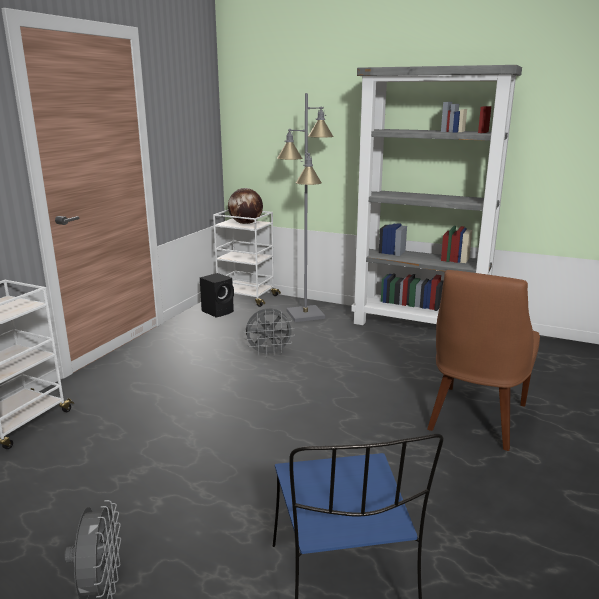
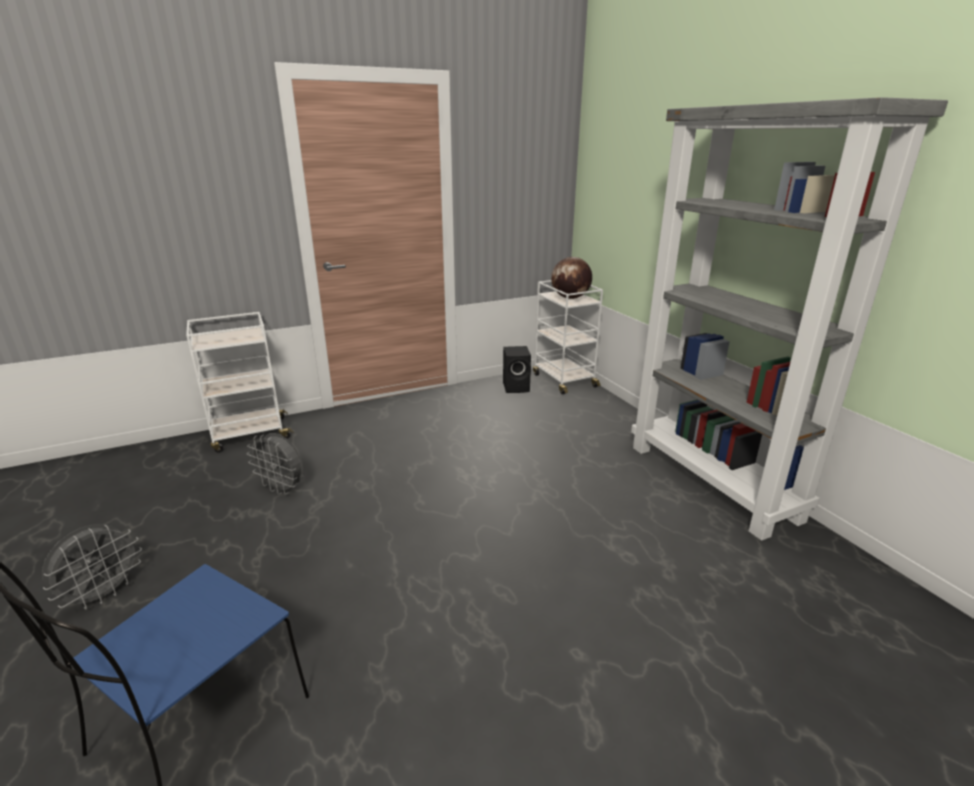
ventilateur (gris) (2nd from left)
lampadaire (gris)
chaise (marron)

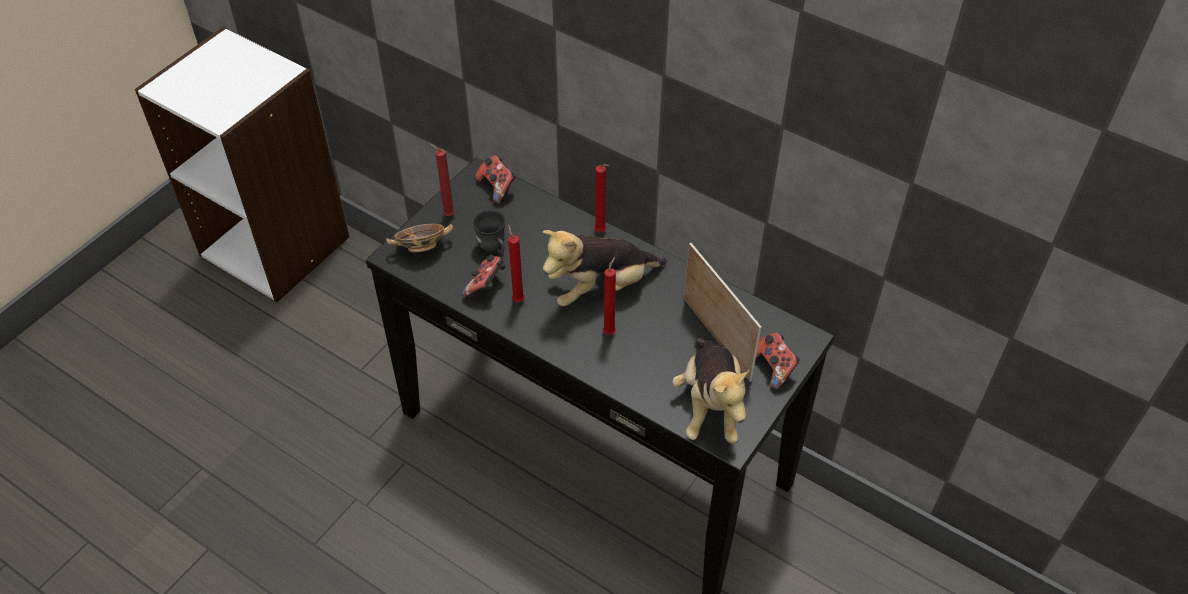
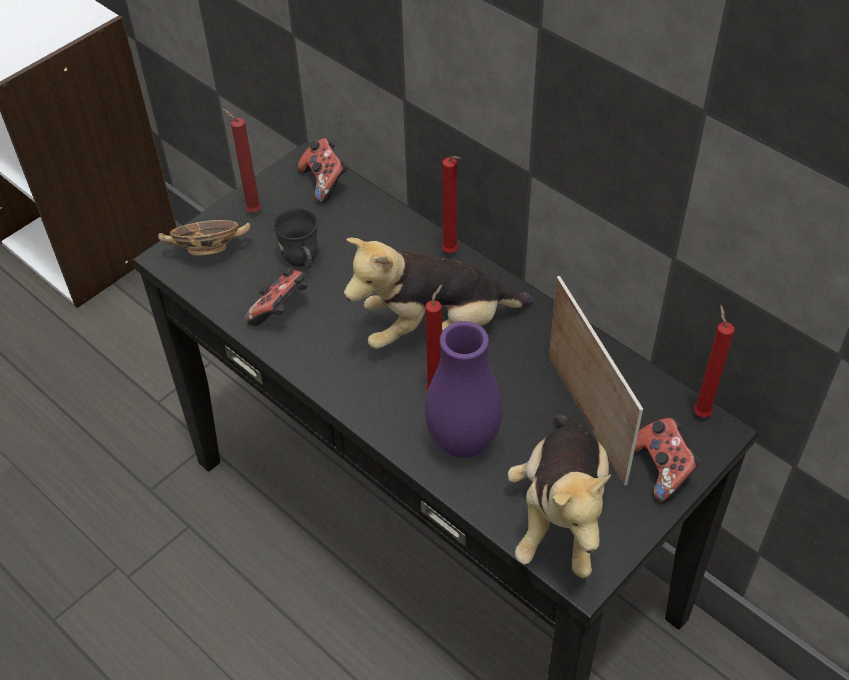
vase (violet)
bougie (rouge) (4th from left)

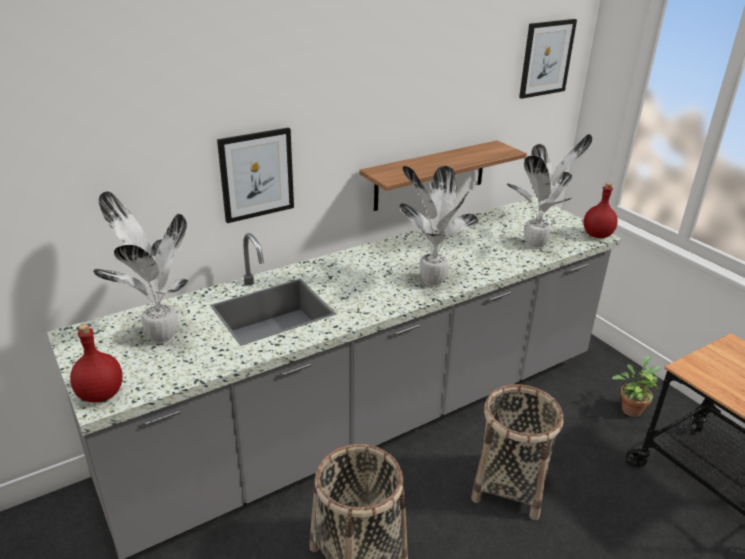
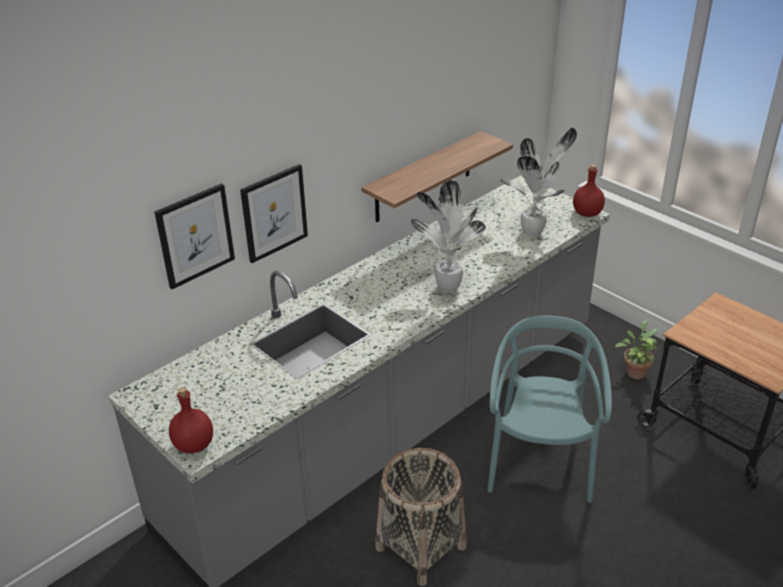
tableau (1st from left)
chaise (turquoise)
plante en pot (1st from left in the first image)

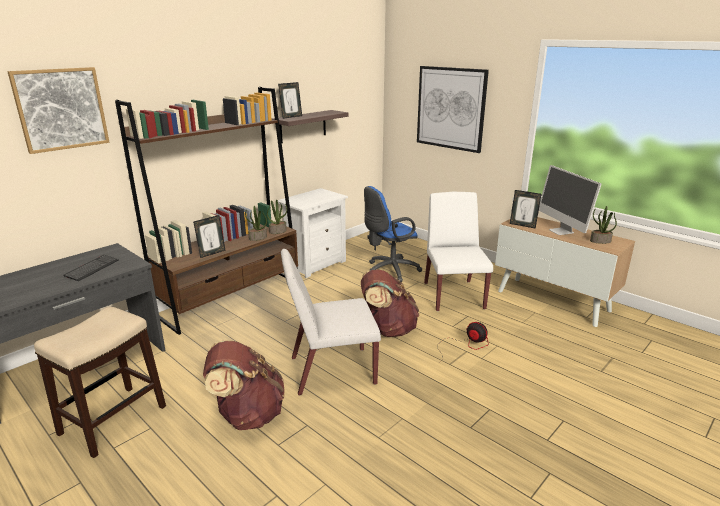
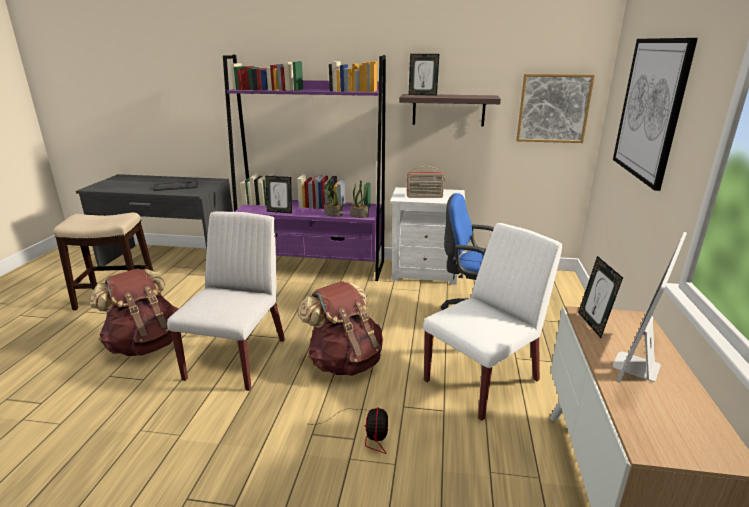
chaise (blanc) (1st from left)
bibliothèque (violet)
radio
tableau (1st from left)
plante en pot (3rd from left in the first image)

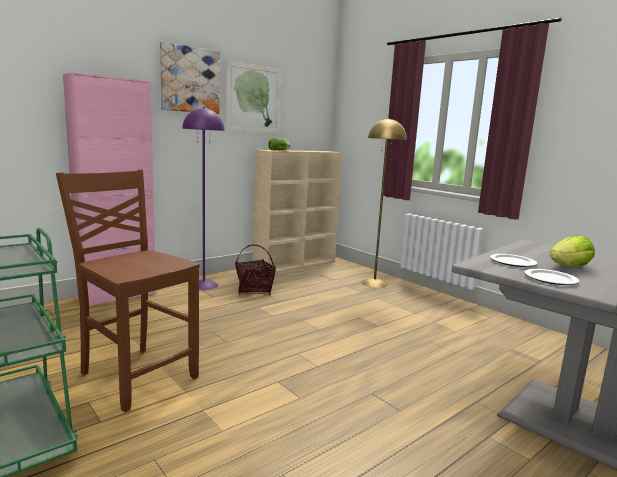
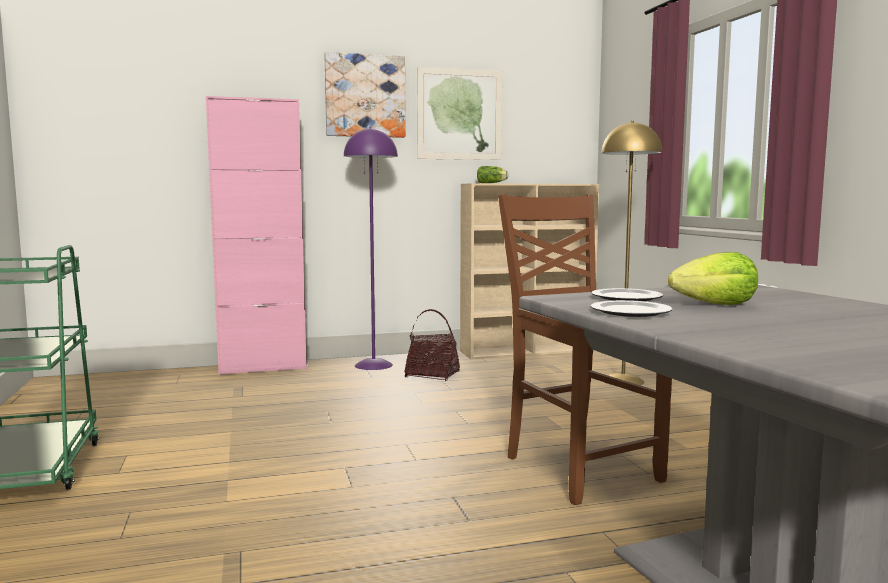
chaise (marron)

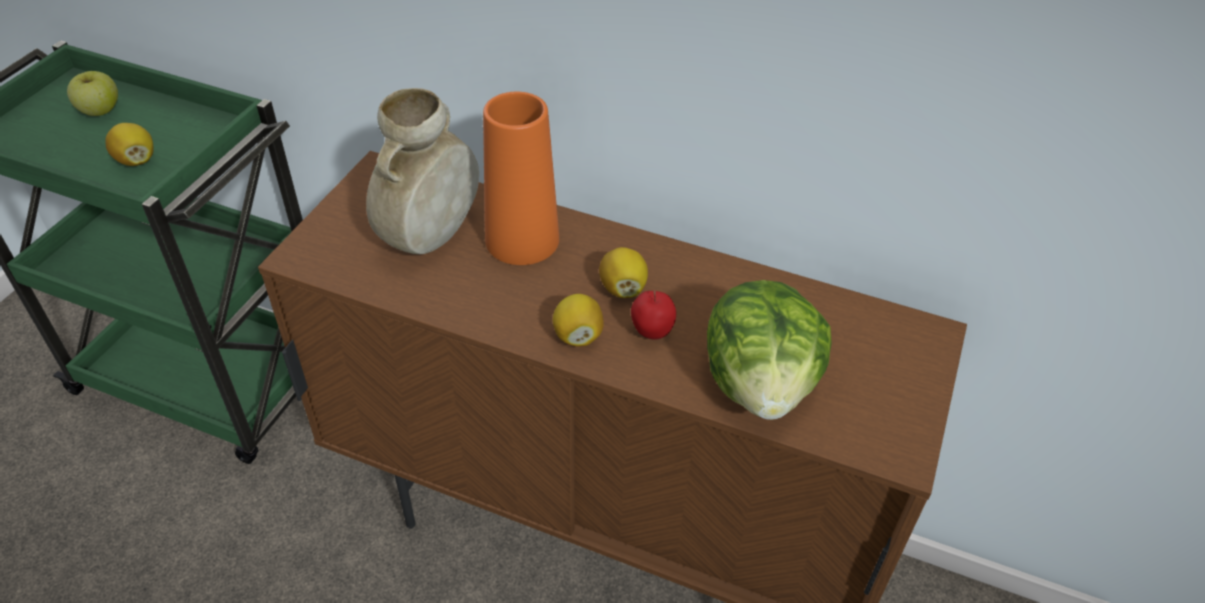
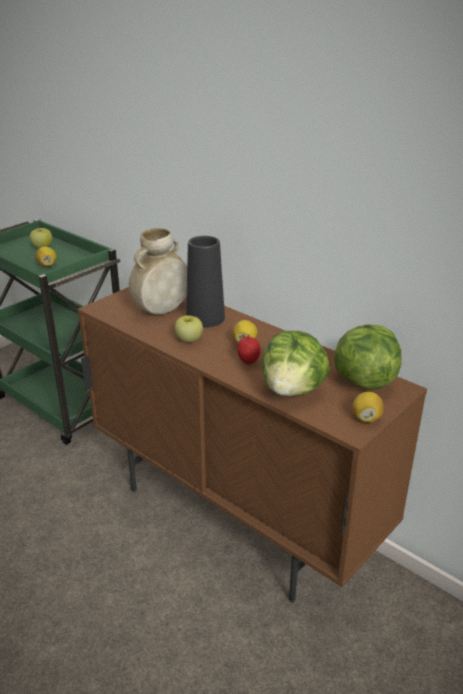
pomme (2nd from left)
vase (noir)
laitue (2nd from left)
citron (3rd from left)

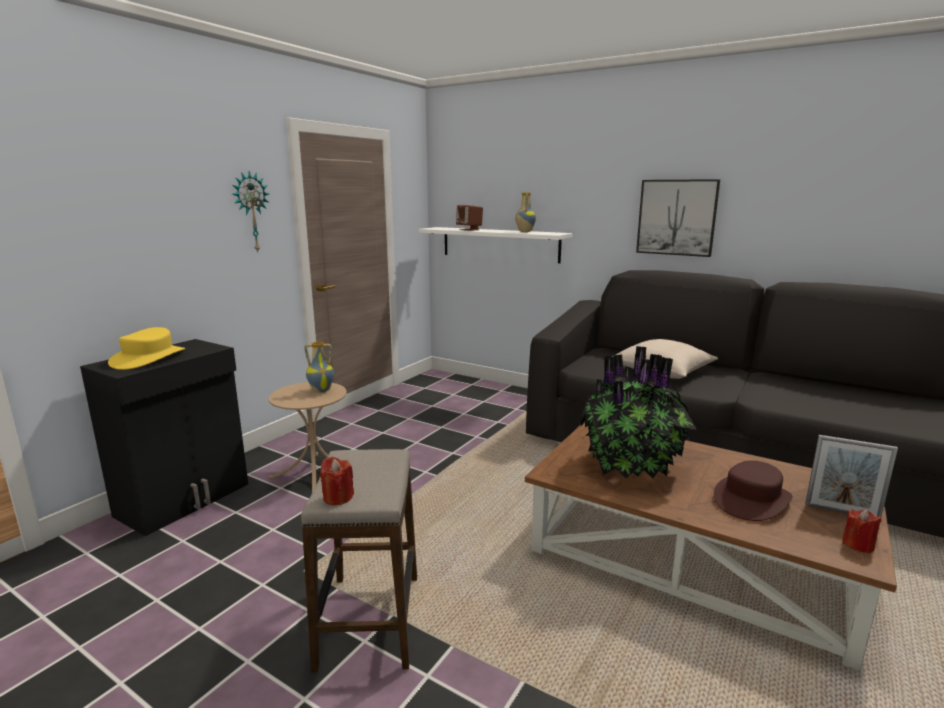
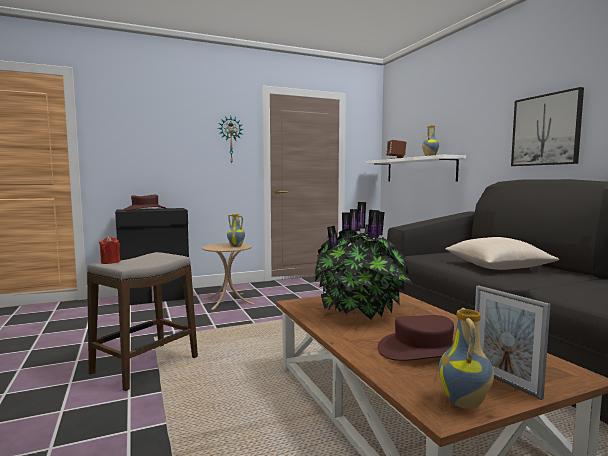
chapeau (marron) (1st from left)
vase (3rd from left)

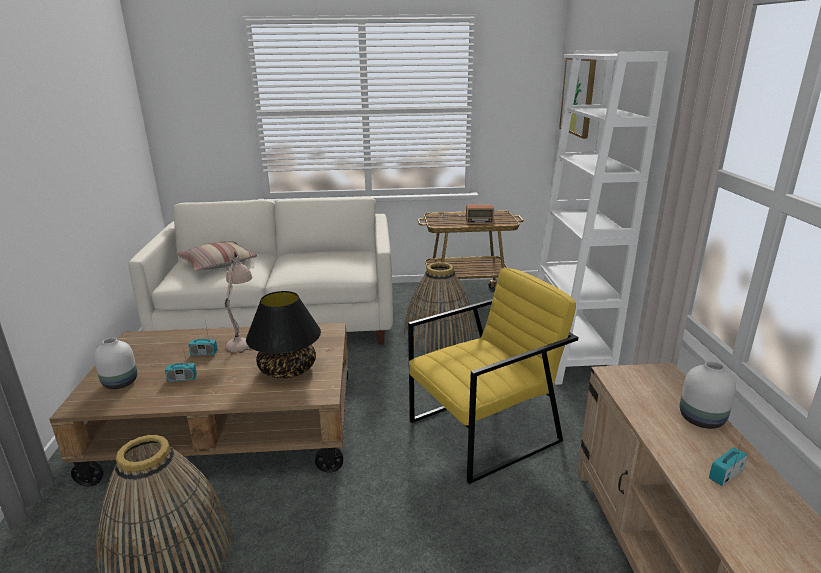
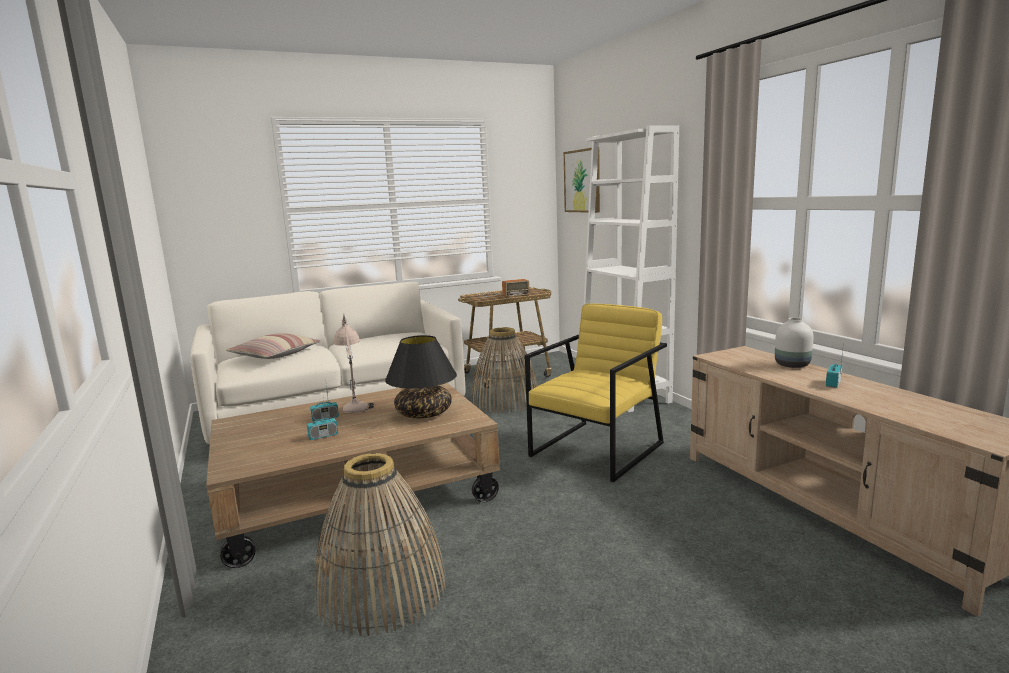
vase (blanc) (1st from left in the first image)

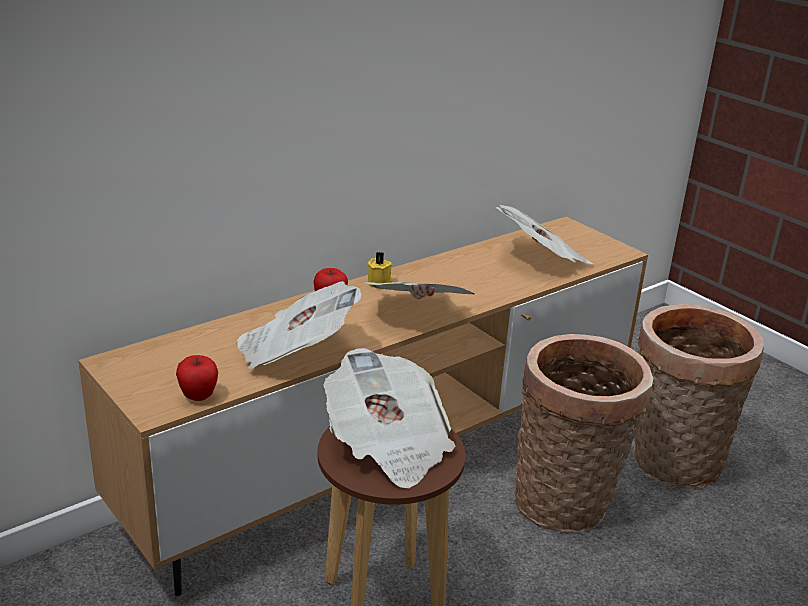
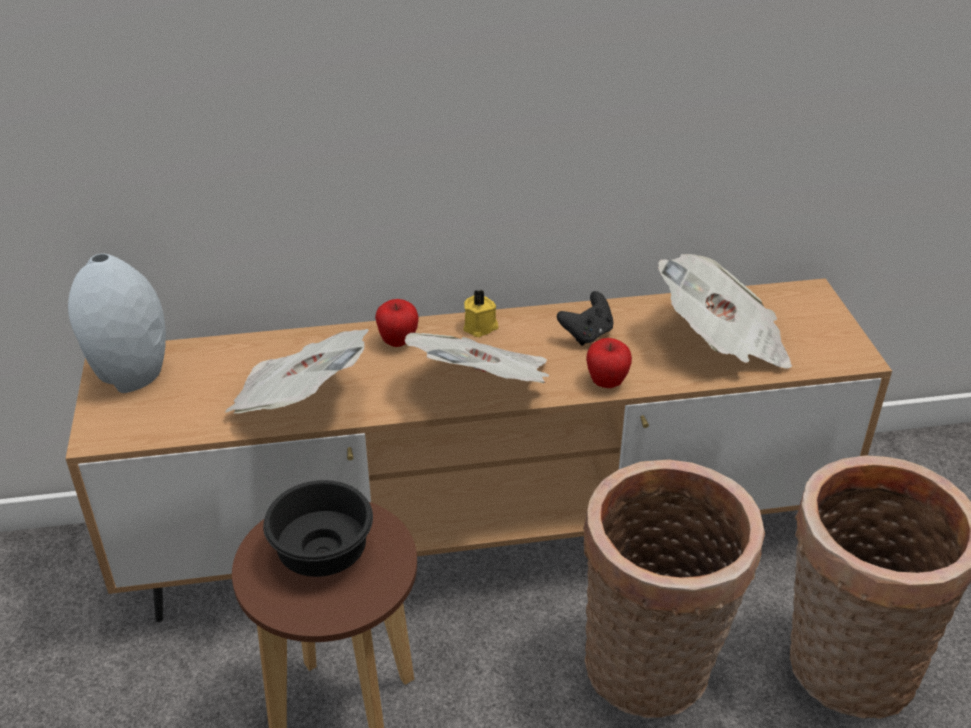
vase (gris)
bol (noir)
manette (noir)
pomme (2nd from left)

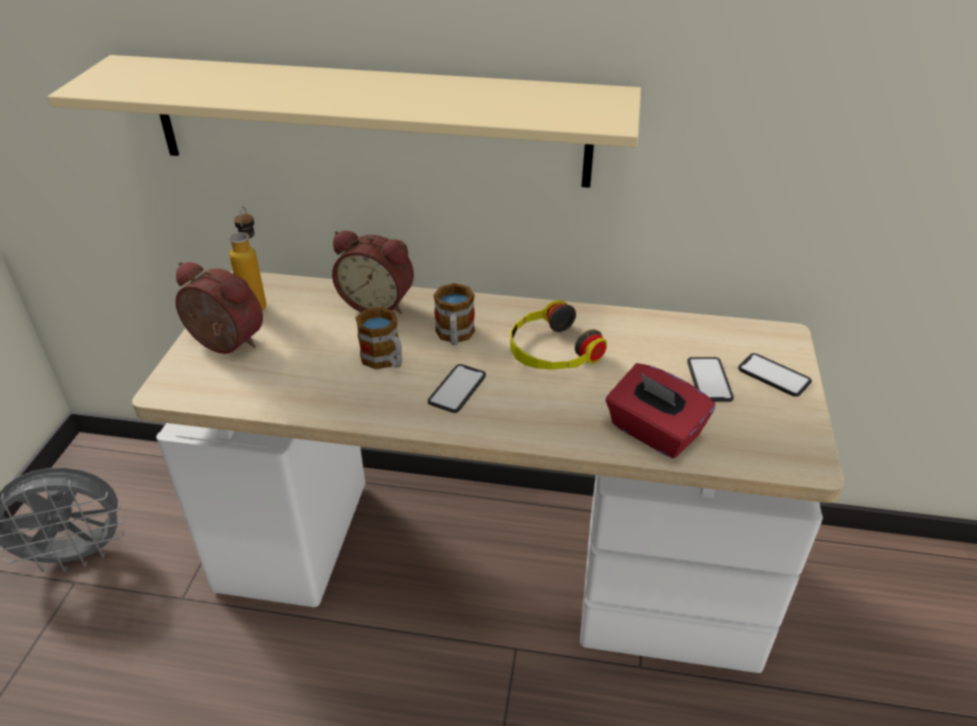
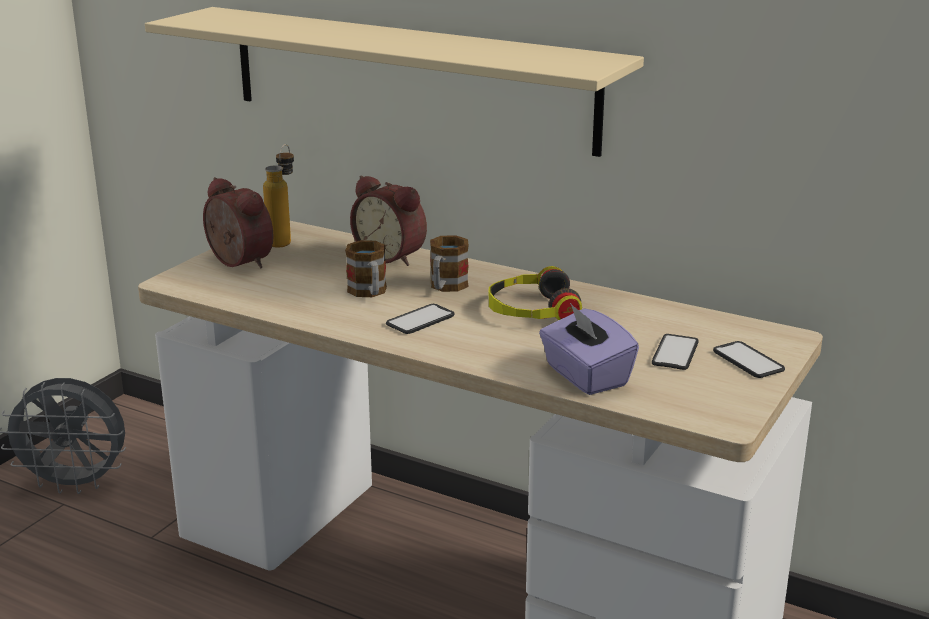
boîte à mouchoirs (violet)

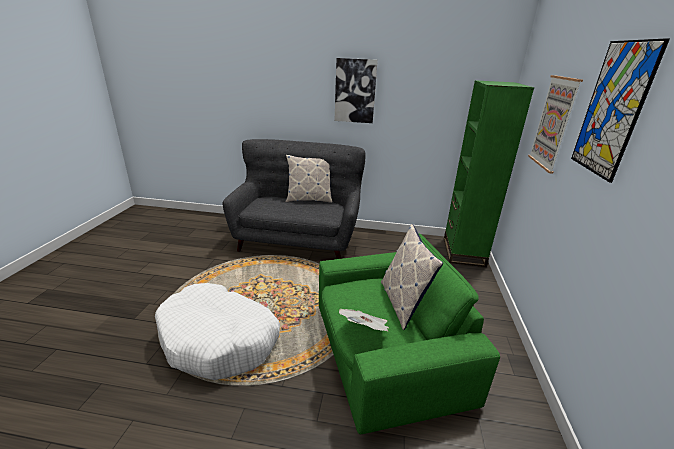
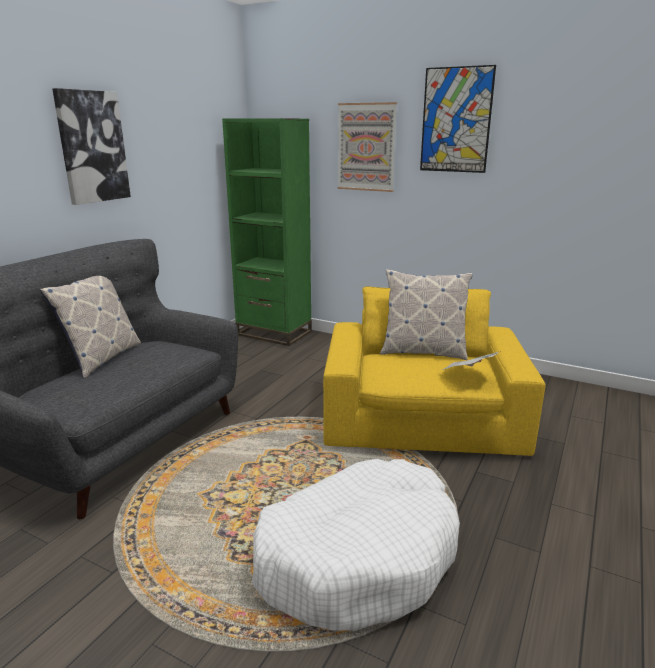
fauteuil (jaune)

